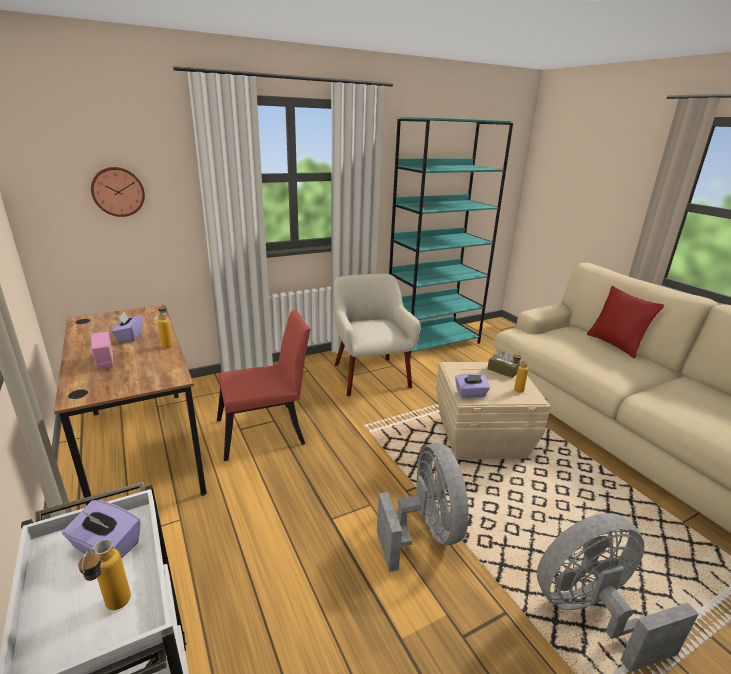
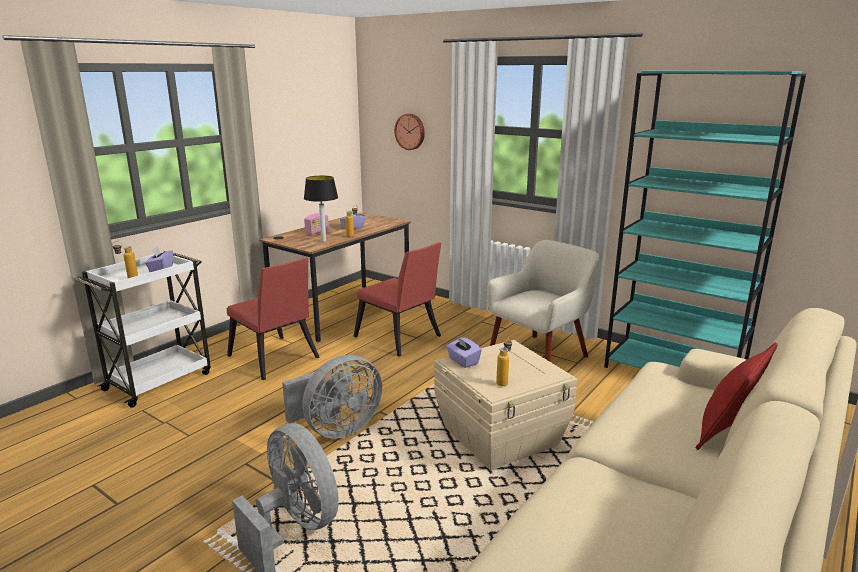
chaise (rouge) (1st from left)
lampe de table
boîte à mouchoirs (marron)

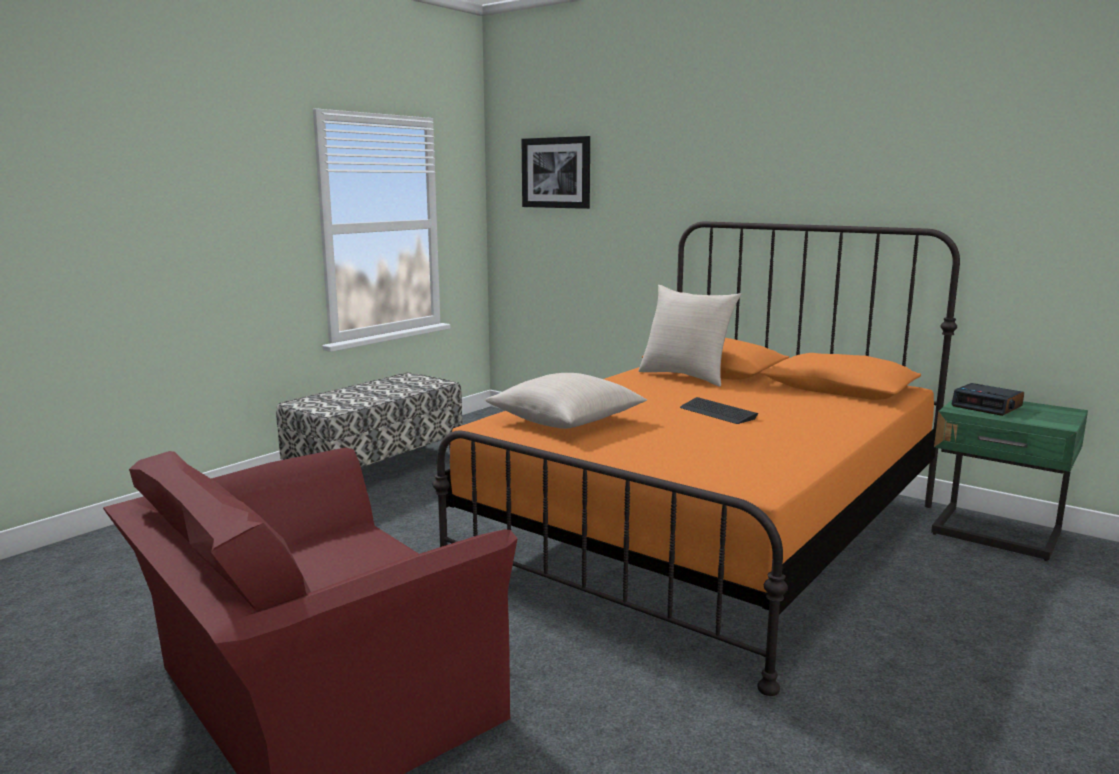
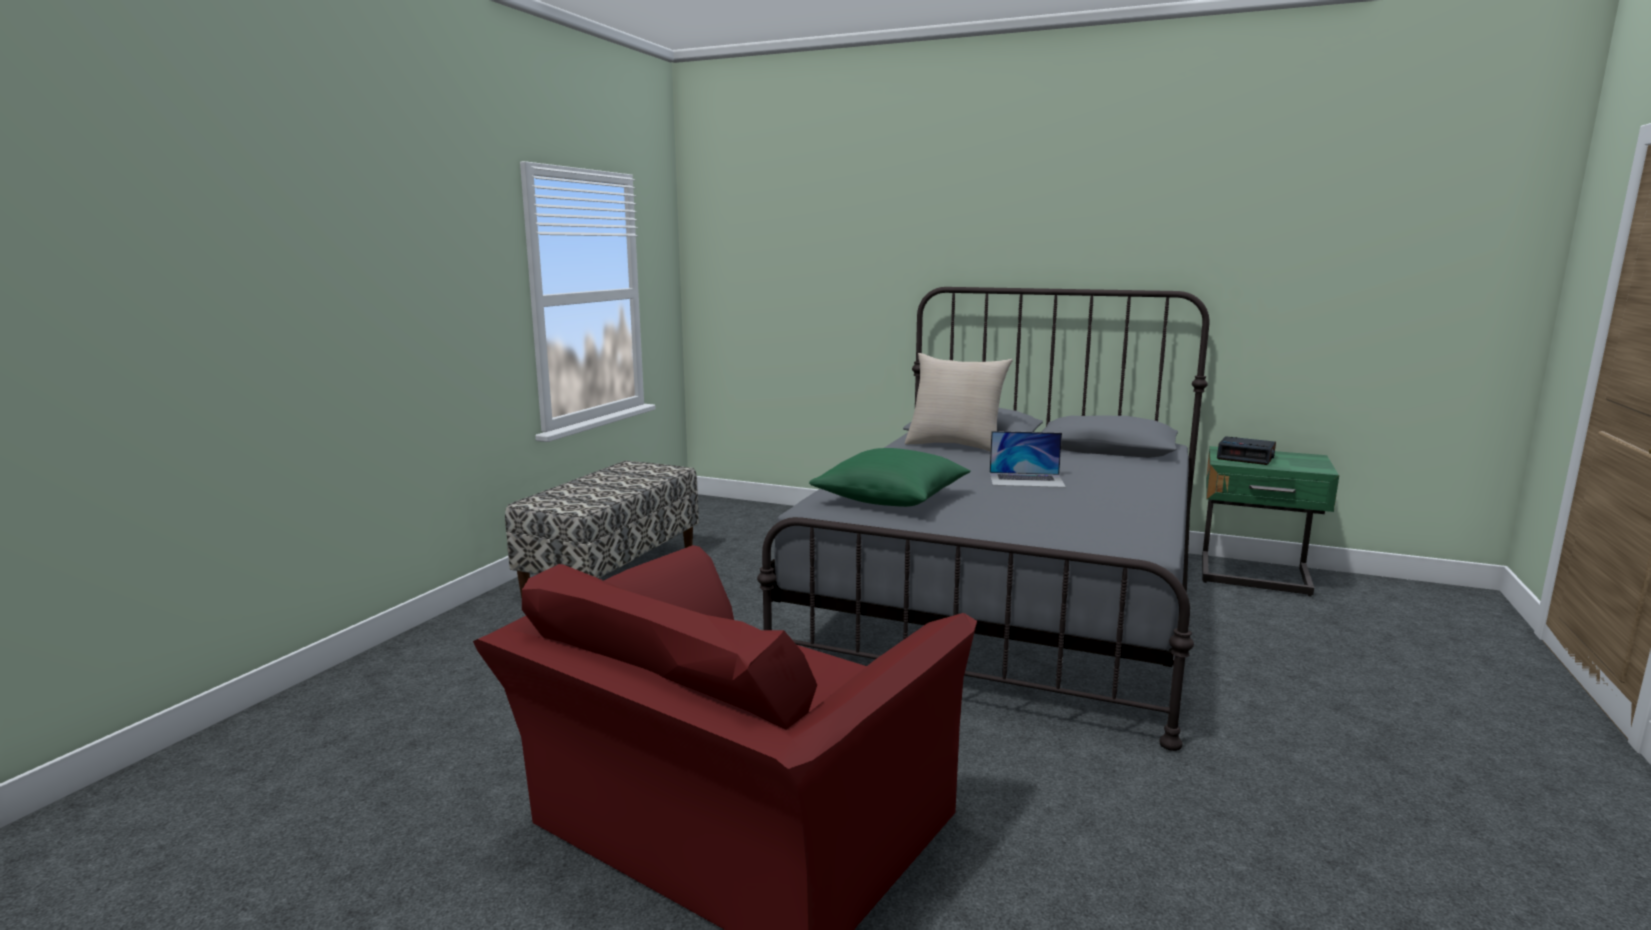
lit (gris)
coussin (vert)
ordinateur portable
tableau

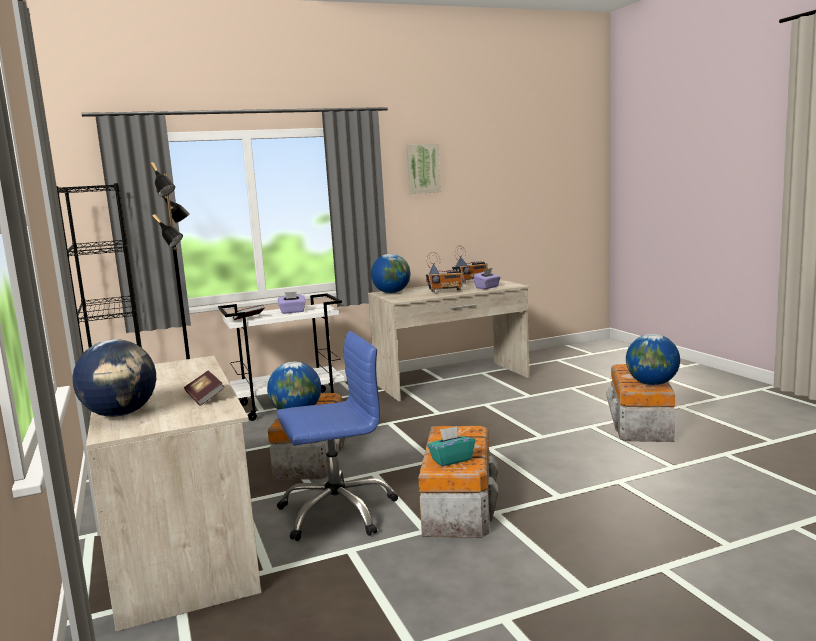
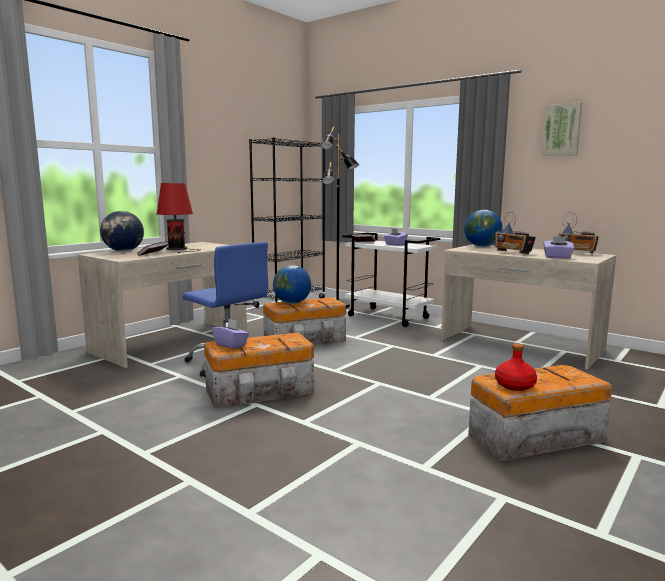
lampe de table (rouge)
boîte à mouchoirs (violet) (1st from left)
bouteille (rouge)

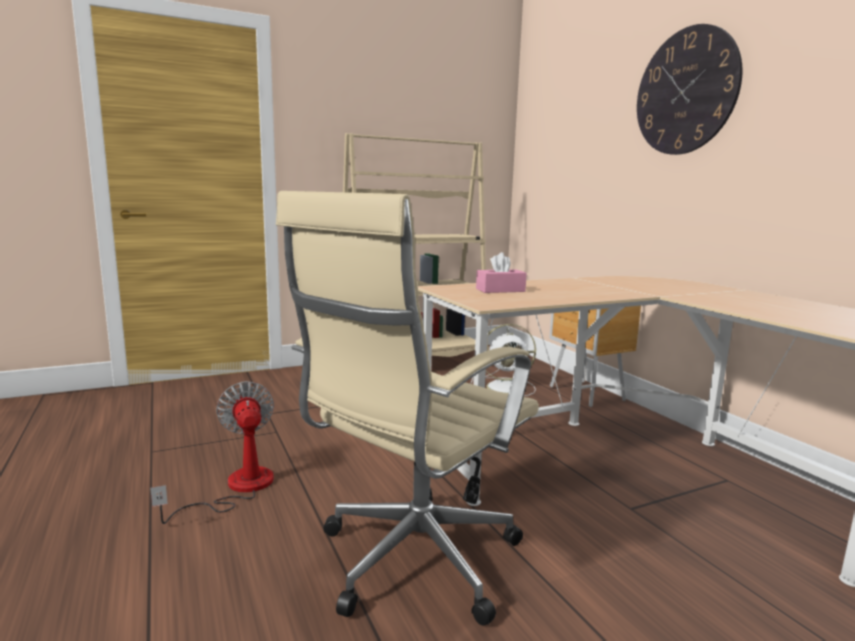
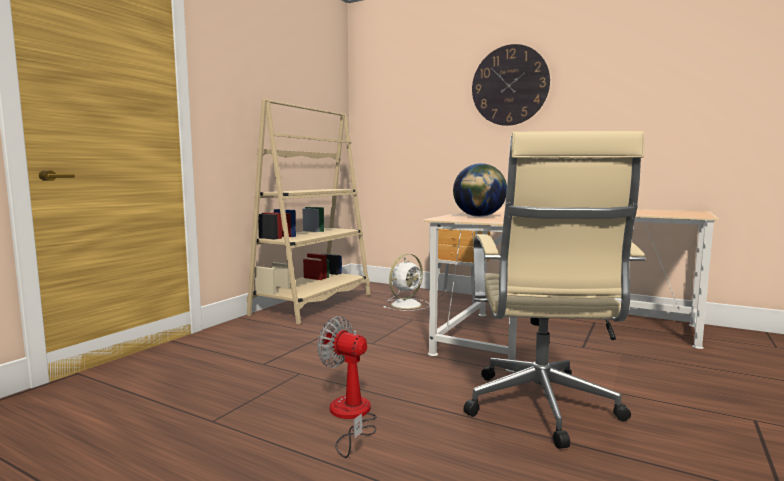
globe

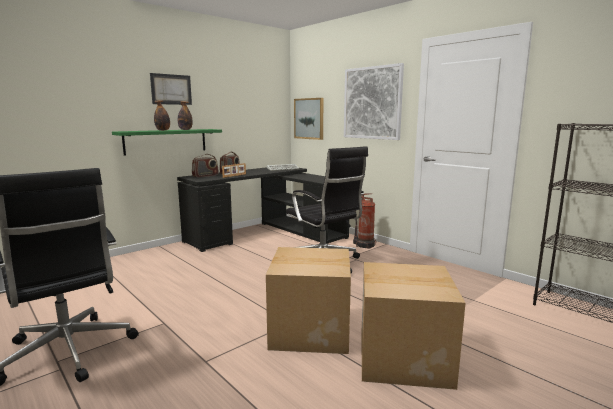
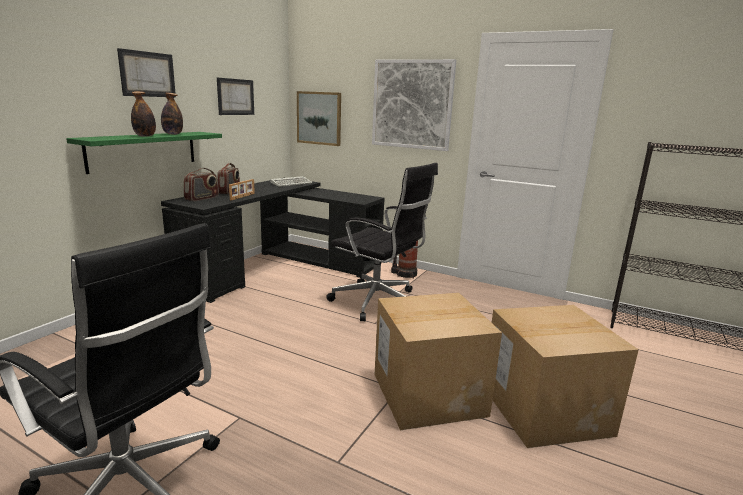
tableau (2nd from left)

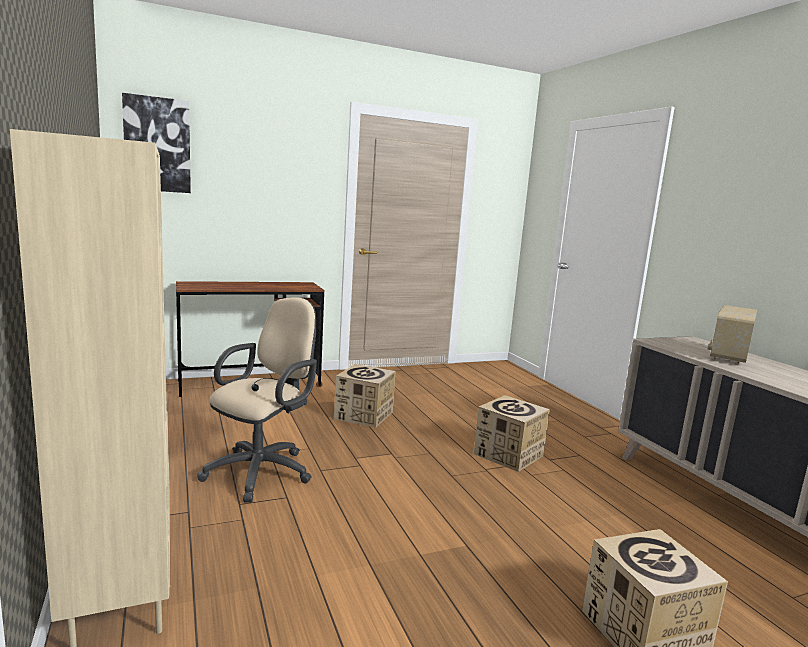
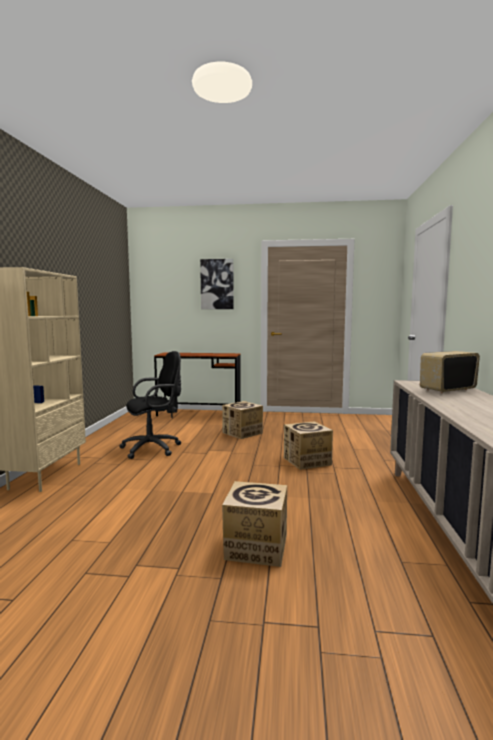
chaise de bureau (noir)
tableau

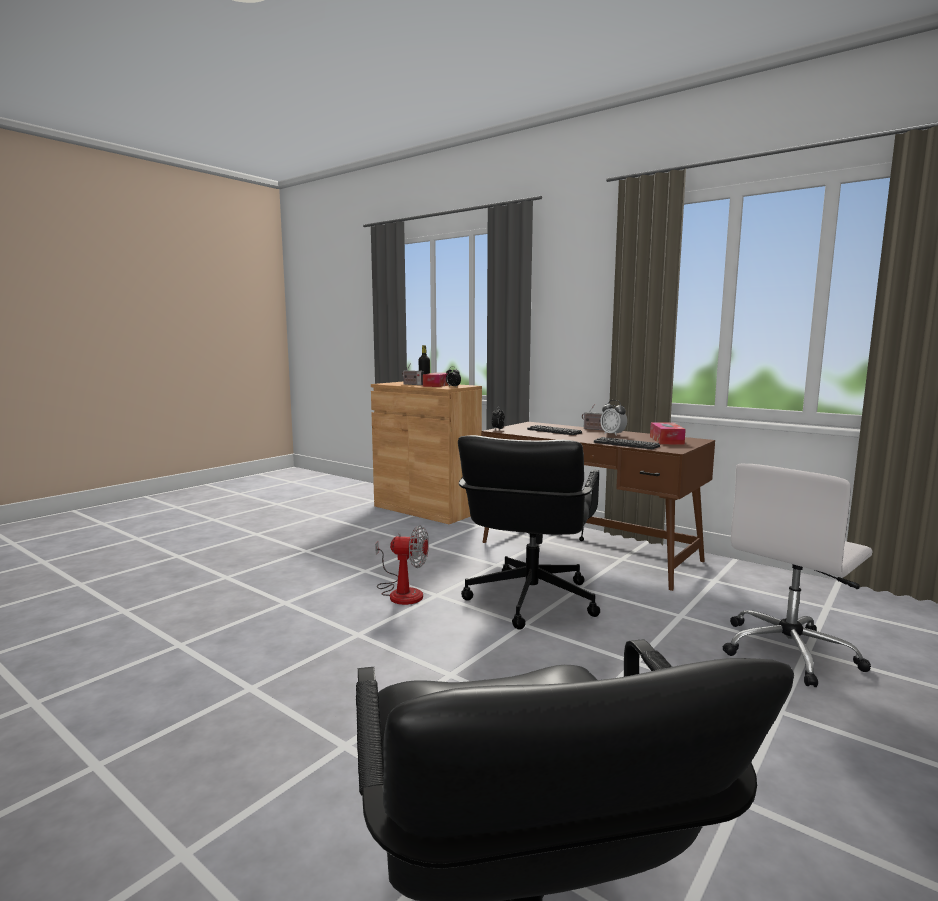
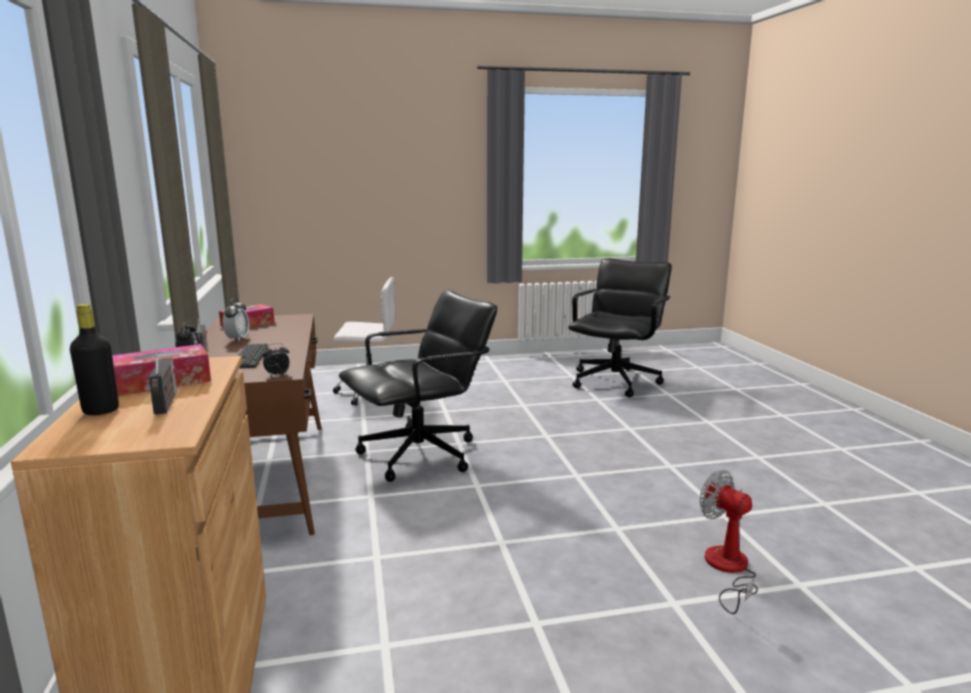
ventilateur
clavier (2nd from left in the first image)

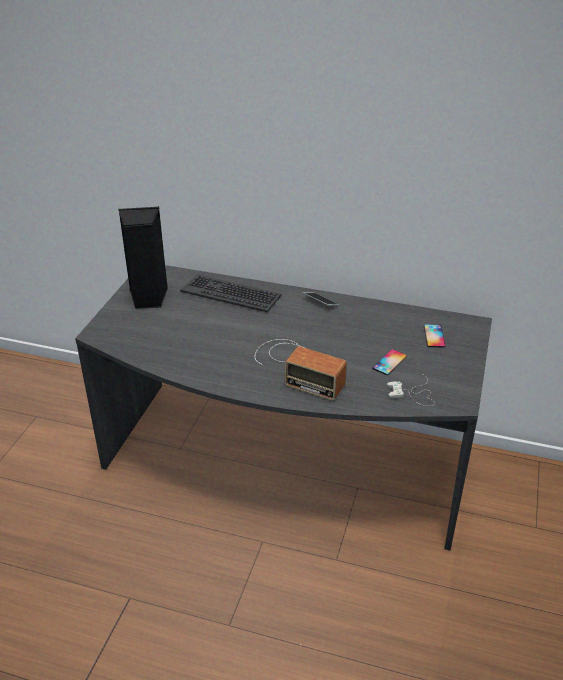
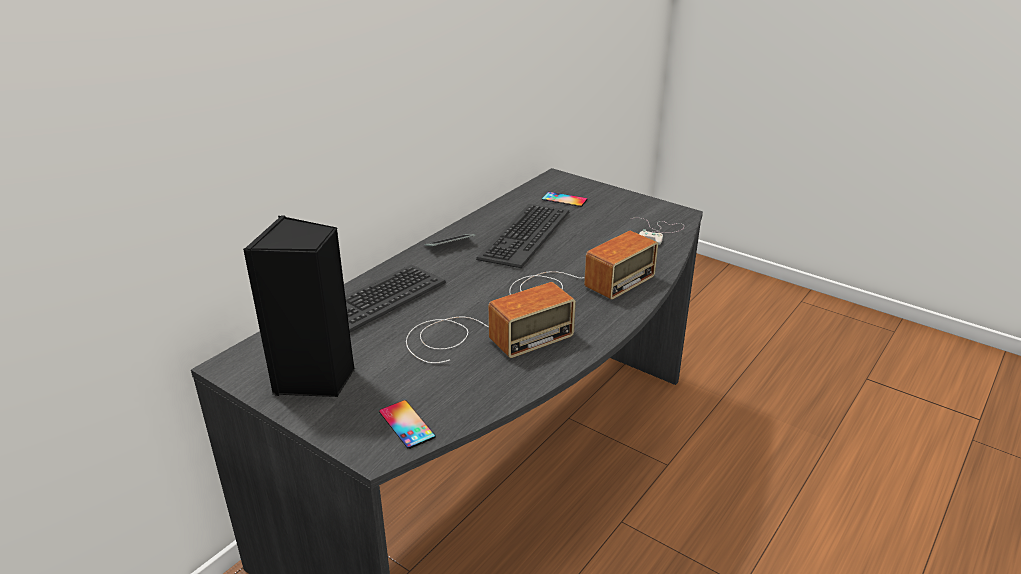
téléphone (1st from left)
radio (1st from left)
clavier (2nd from left)

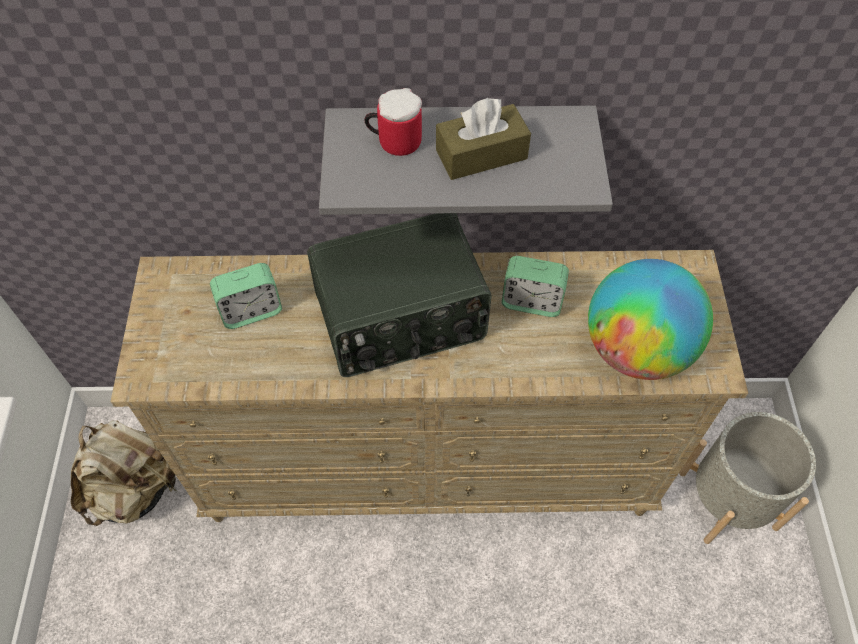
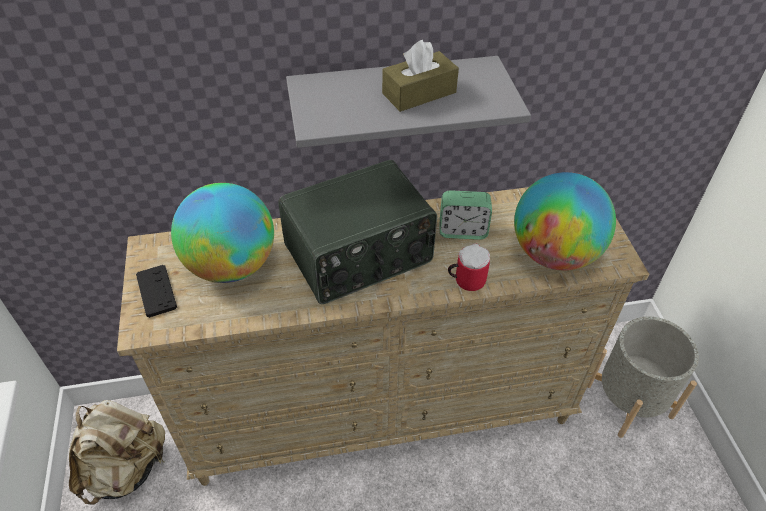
manette (noir)
globe (1st from left)
mug

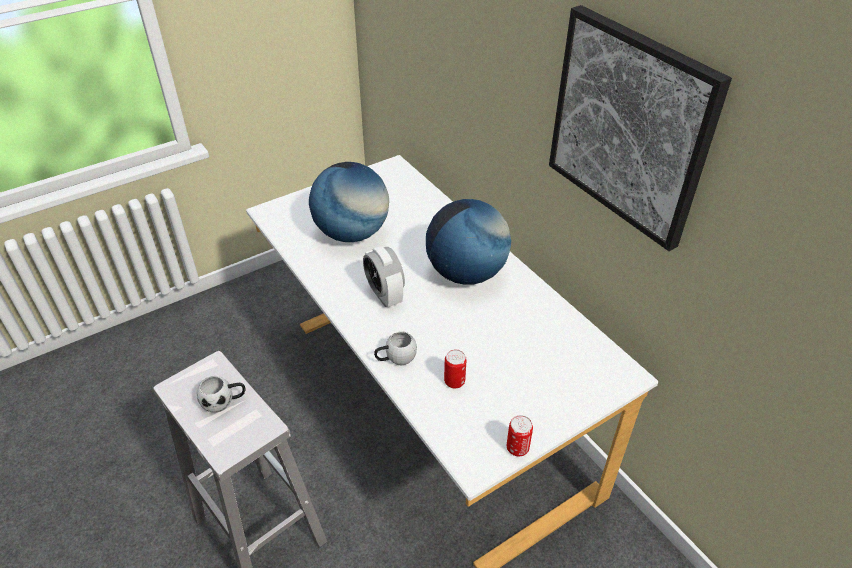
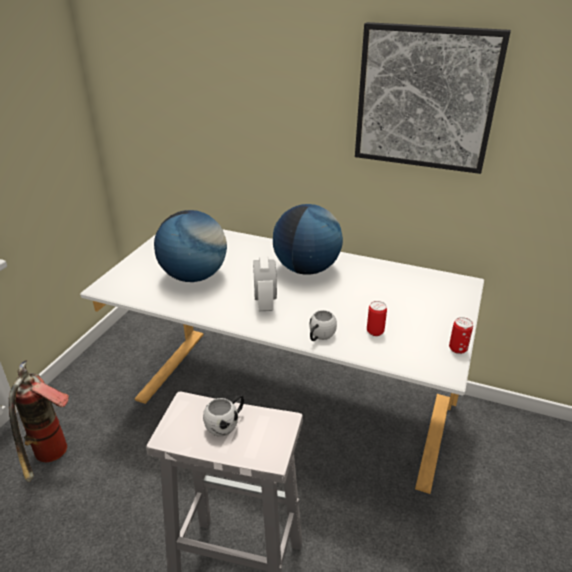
extincteur
réveil

